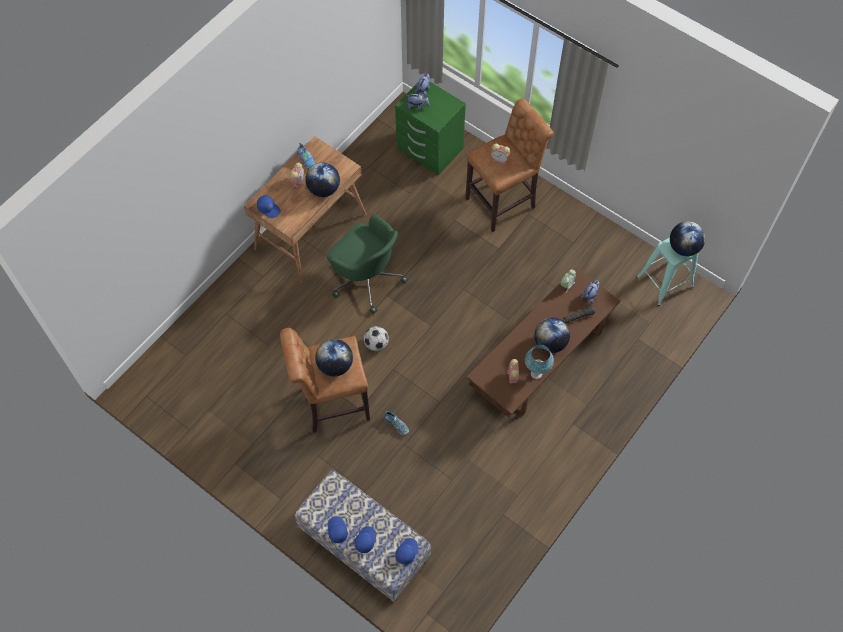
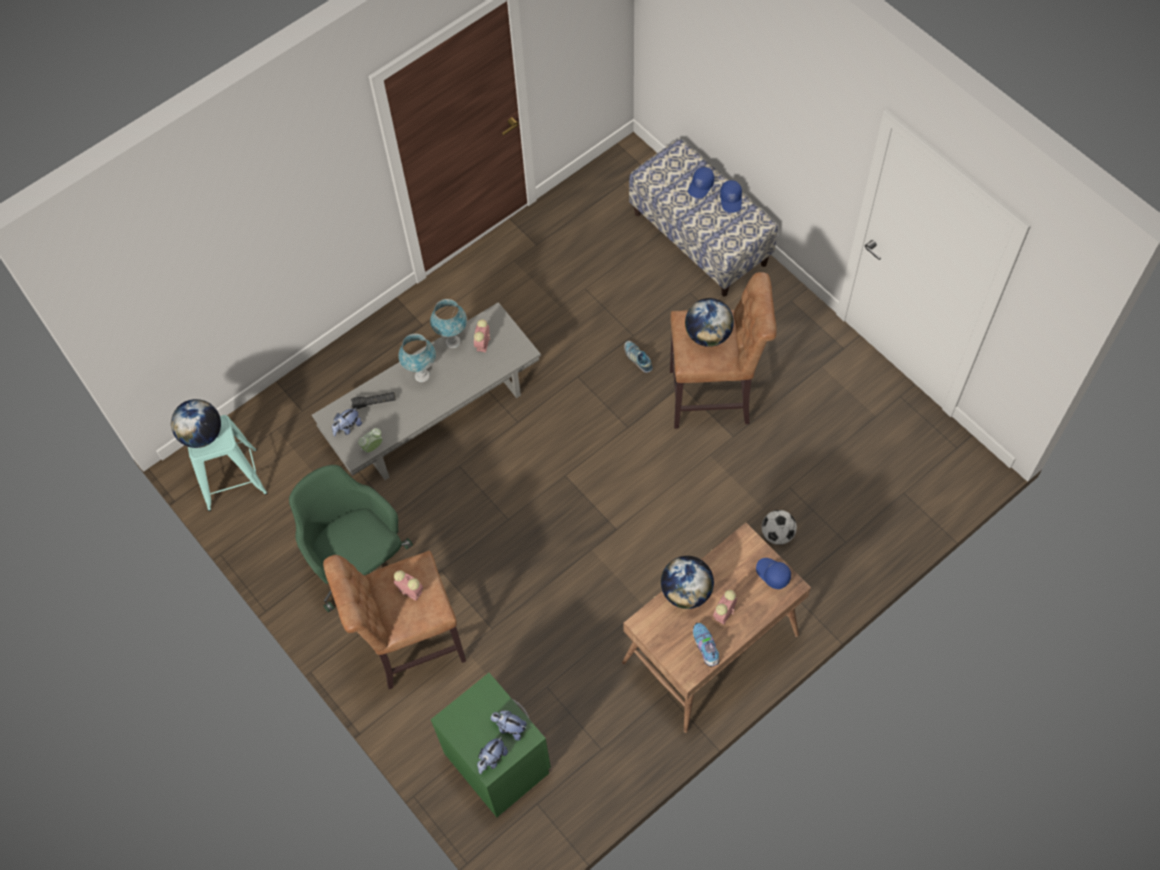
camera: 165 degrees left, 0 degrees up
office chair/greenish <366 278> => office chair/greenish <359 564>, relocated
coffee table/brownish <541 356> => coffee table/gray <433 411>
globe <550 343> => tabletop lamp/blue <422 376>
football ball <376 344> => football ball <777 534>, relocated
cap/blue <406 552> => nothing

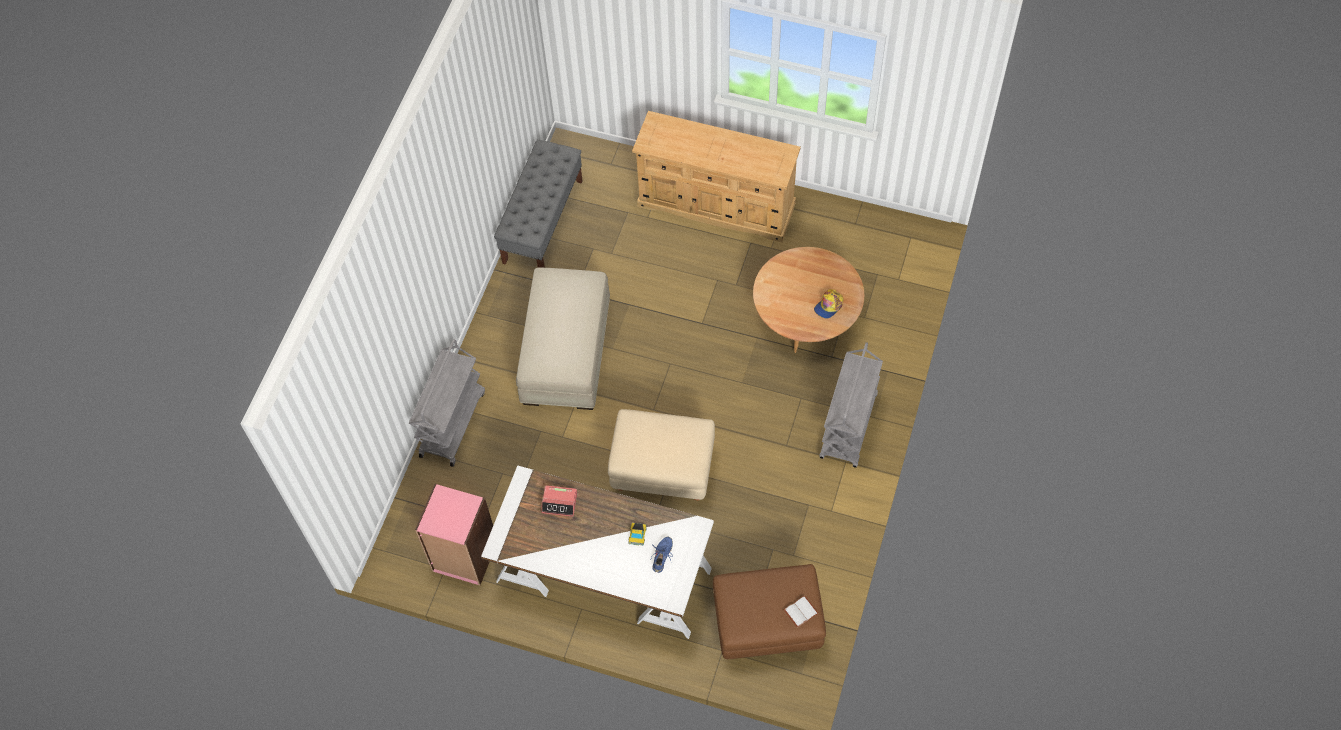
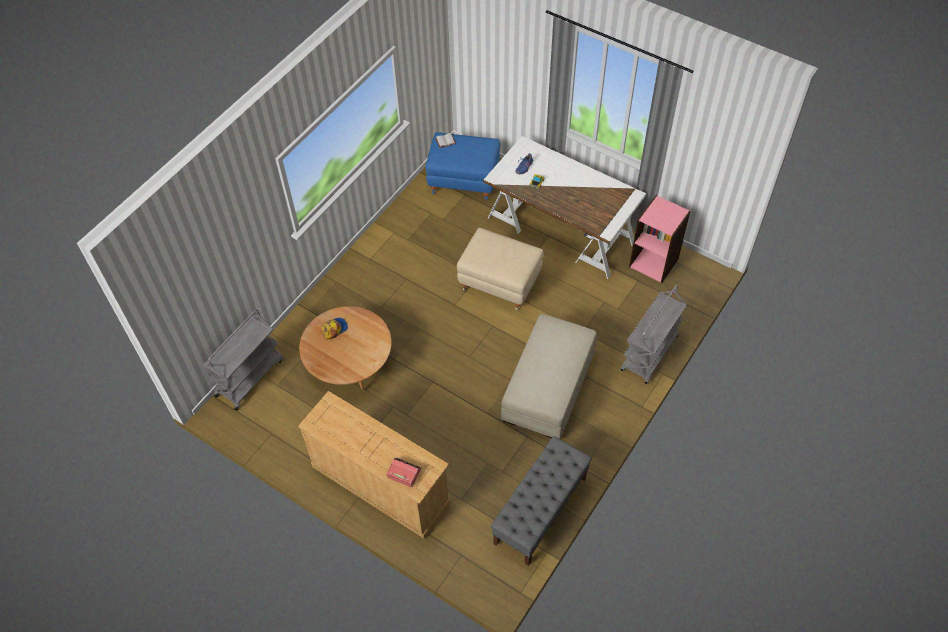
camera: 165 degrees left, 5 degrees down
trolley/gray <849 427> => trolley/gray <249 377>, relocated
bedside clock <560 503> => bedside clock <403 473>, relocated
pouffe/brownish <766 627> => pouffe/blue <464 180>

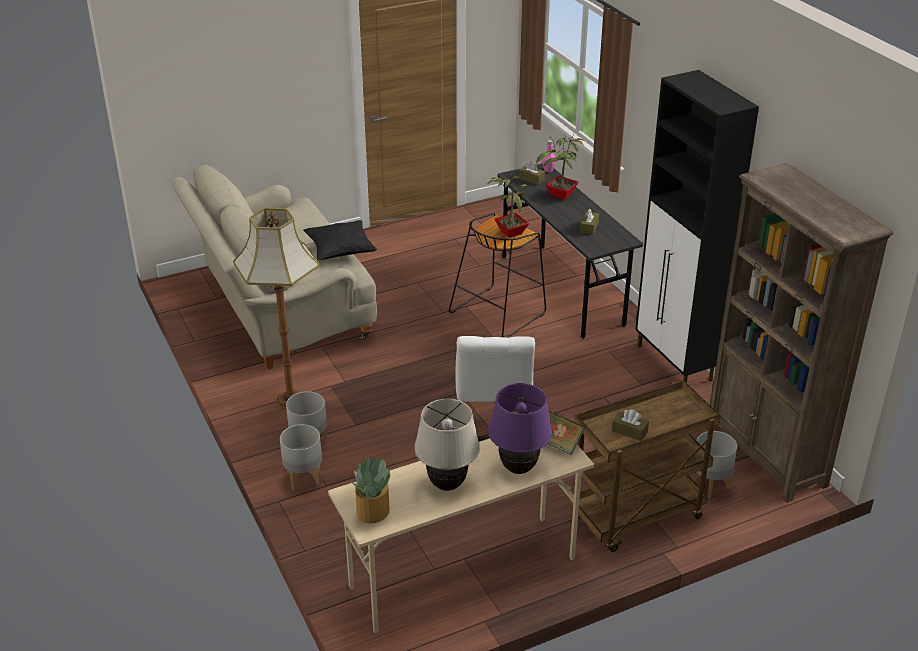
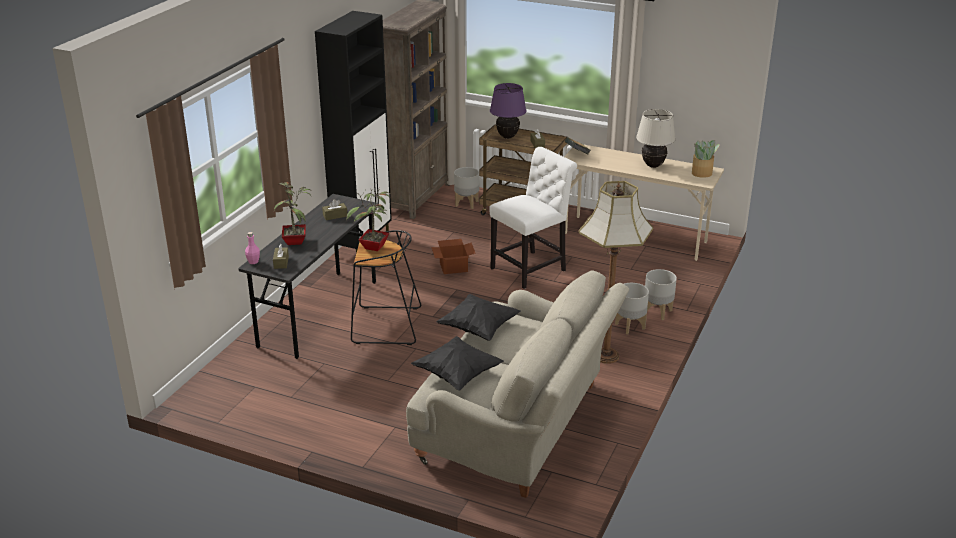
camera: 130 degrees left, 5 degrees down
nothing => throw pillow/black-coloured <457 375>
nothing => packing box <454 266>
tabletop lamp/purple-coloured <518 468> => tabletop lamp/purple-coloured <507 136>, relocated

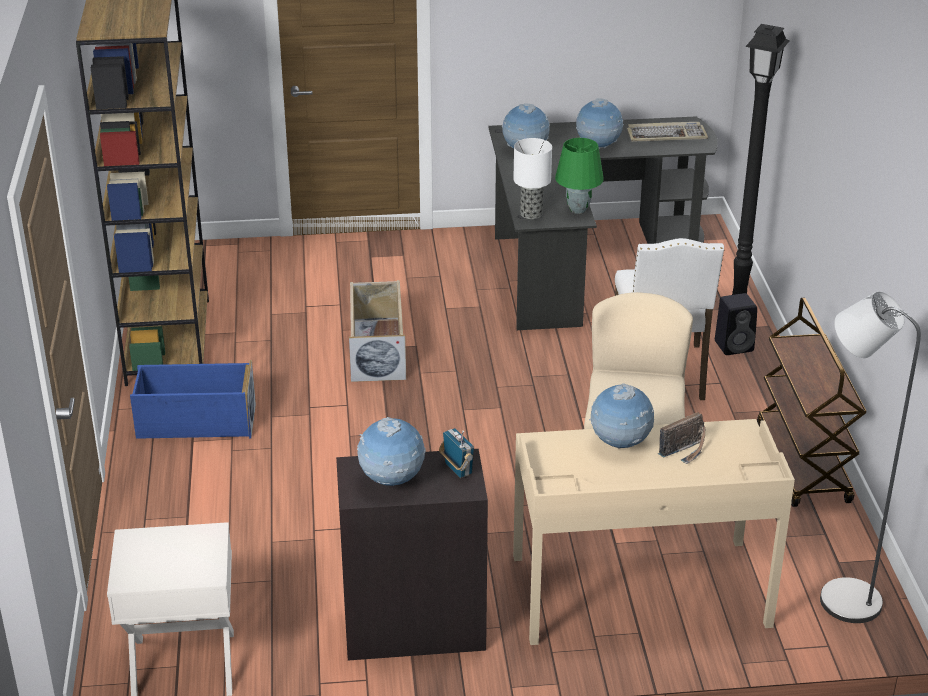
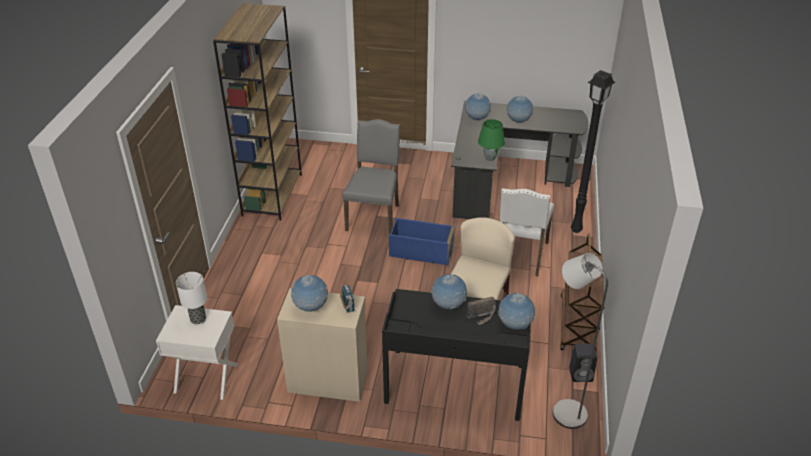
camera: 15 degrees right, 5 degrees up
tabletop lamp <530 214> => tabletop lamp <197 319>, relocated
cabinet/black-coloured <413 627> => cabinet/sand-coloured <327 380>
storage box/sand-coloured <377 350> => plain chair/gray <374 216>
desk unit/sand-coloured <640 592> => desk unit/black-coloured <455 384>
storage box/blue <195 422> => storage box/blue <421 252>, relocated
nothing => globe <514 325>
loudspeaker/black-coloured <735 346> => loudspeaker/black-coloured <581 374>, relocated
keyboard <666 135> => nothing

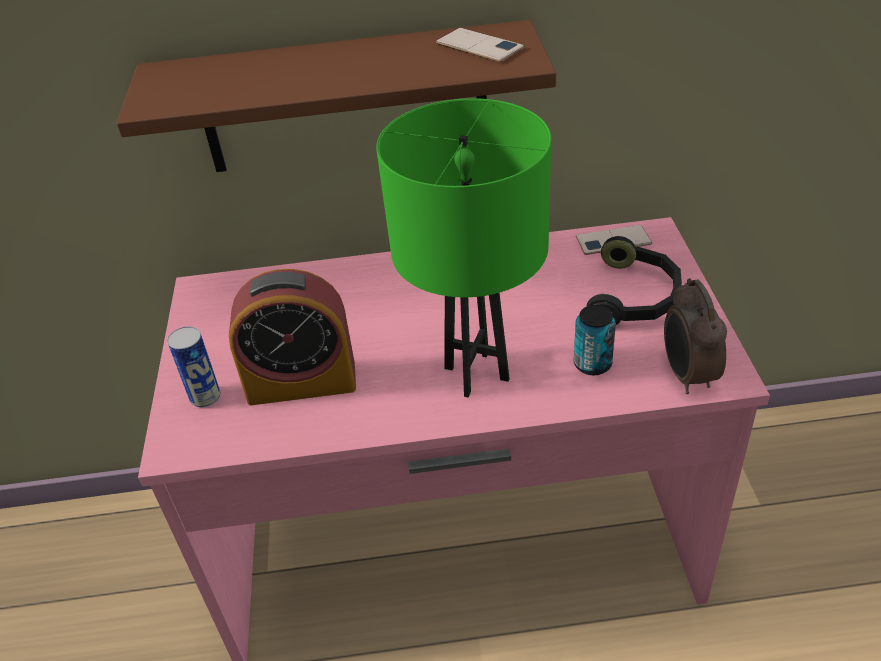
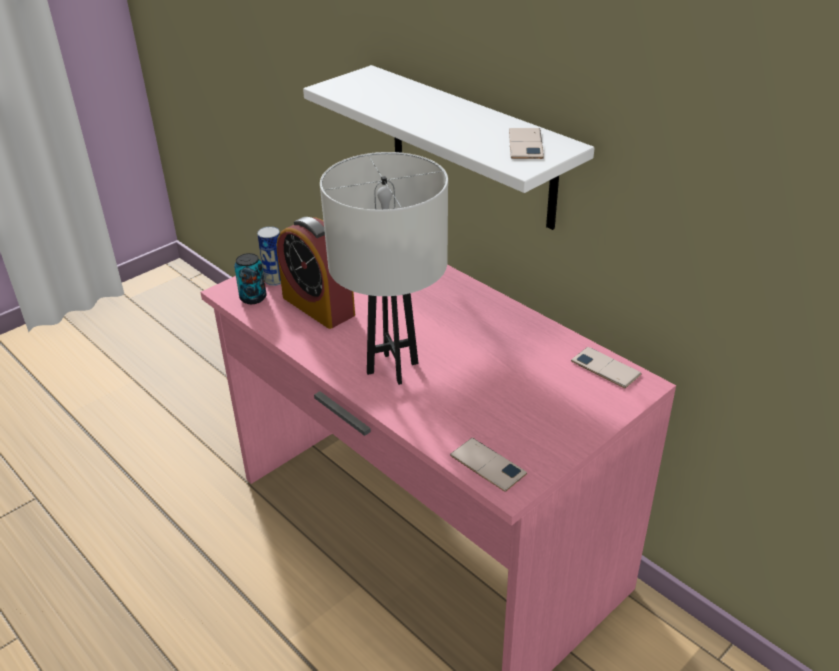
camera: 50 degrees right, 5 degrees down
metal can <592 364> => metal can <253 298>, relocated
bracket shelf/brownish <344 100> => bracket shelf/whitish <471 147>
tabletop lamp/greenish <476 373> => tabletop lamp/whitish <393 367>
bedside clock <686 376> => handset <488 465>
headset/black-coloured <635 297> => nothing

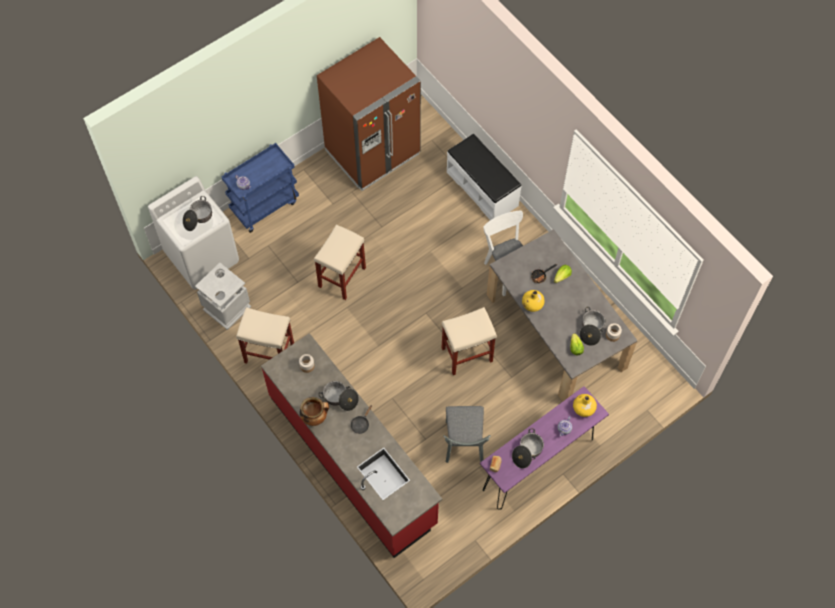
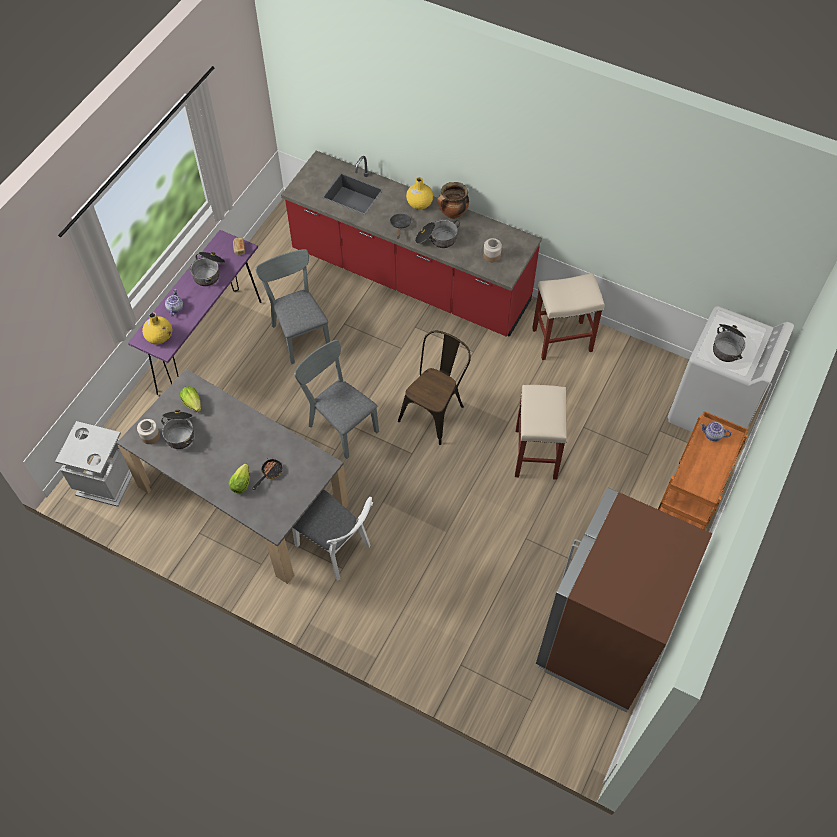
camera: 155 degrees right, 5 degrees down
rubbish bin/gray <227 308> => rubbish bin/gray <106 481>, relocated
stool seat/sand-coloured <466 355> => plain chair/gray <340 425>
nothing => plain chair/brownish <435 411>
vase/yellow <532 304> => vase/yellow <419 203>, relocated
trolley/blue <265 205> => trolley/orangey <688 503>
bench/whitish <482 188> => nothing

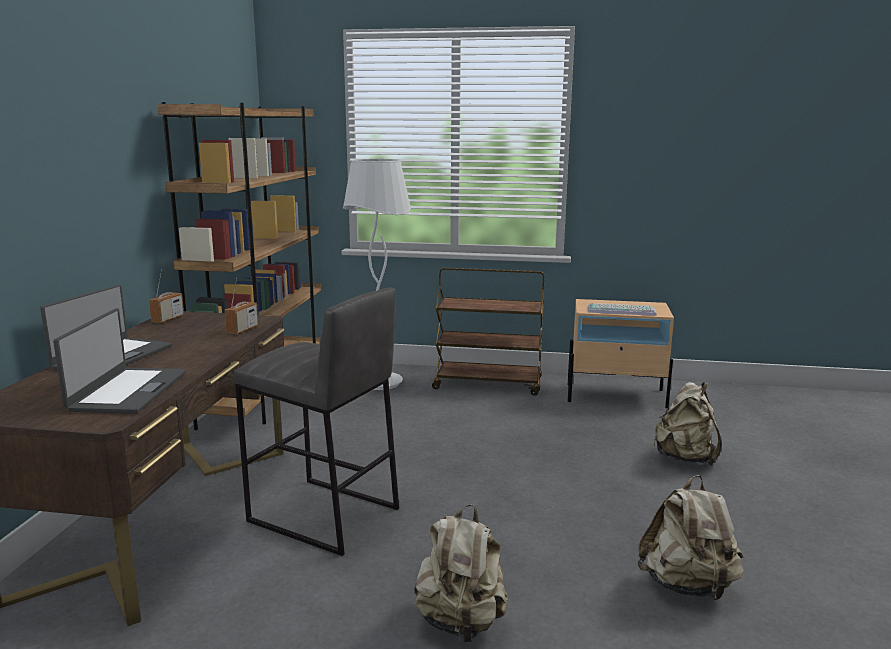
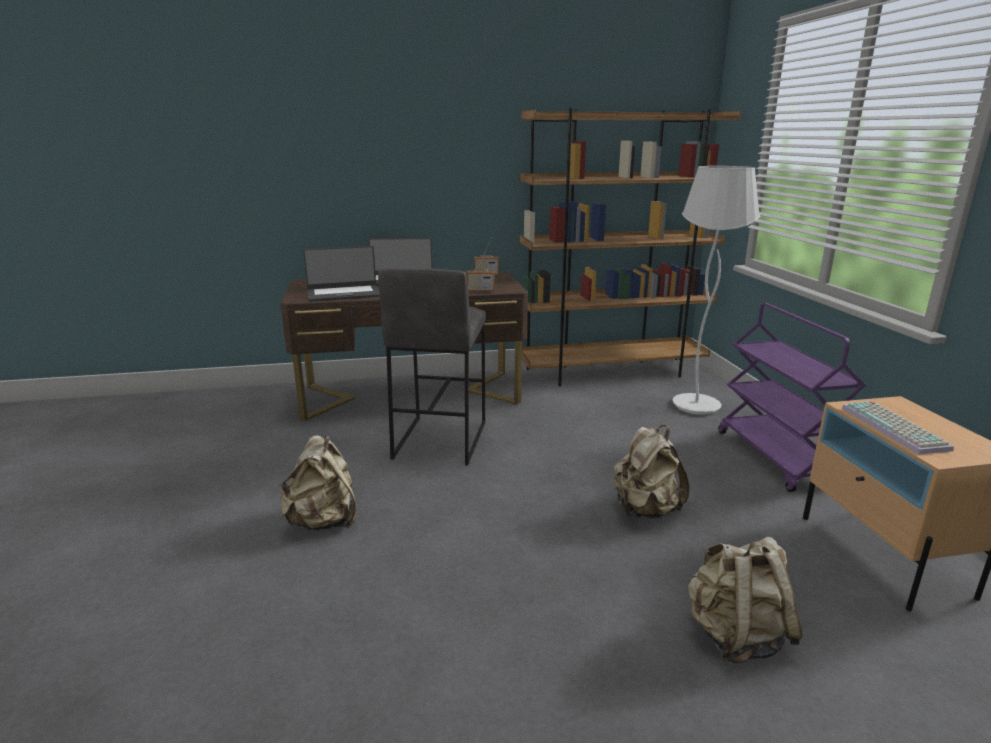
camera: 70 degrees right, 5 degrees up
knapsack/sand-coloured <687 586> => knapsack/sand-coloured <645 510>, relocated
trolley/brownish <488 384> => trolley/purple-coloured <777 458>

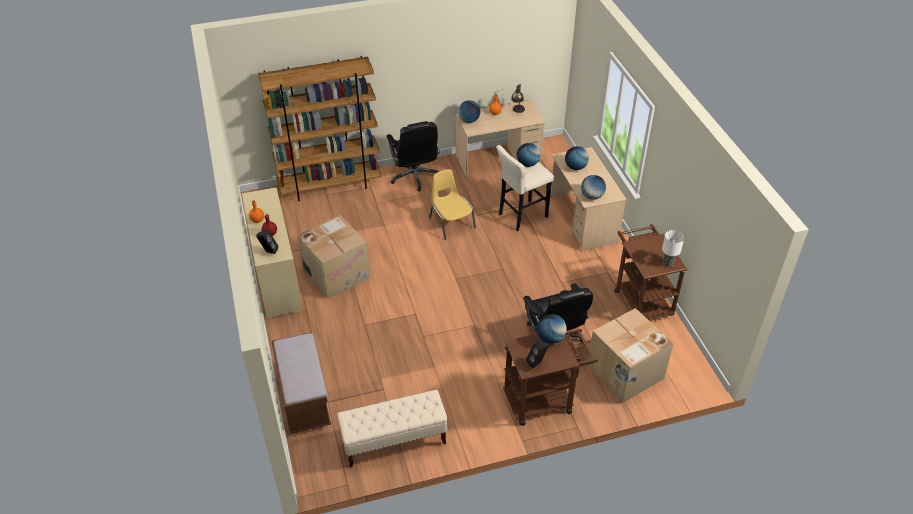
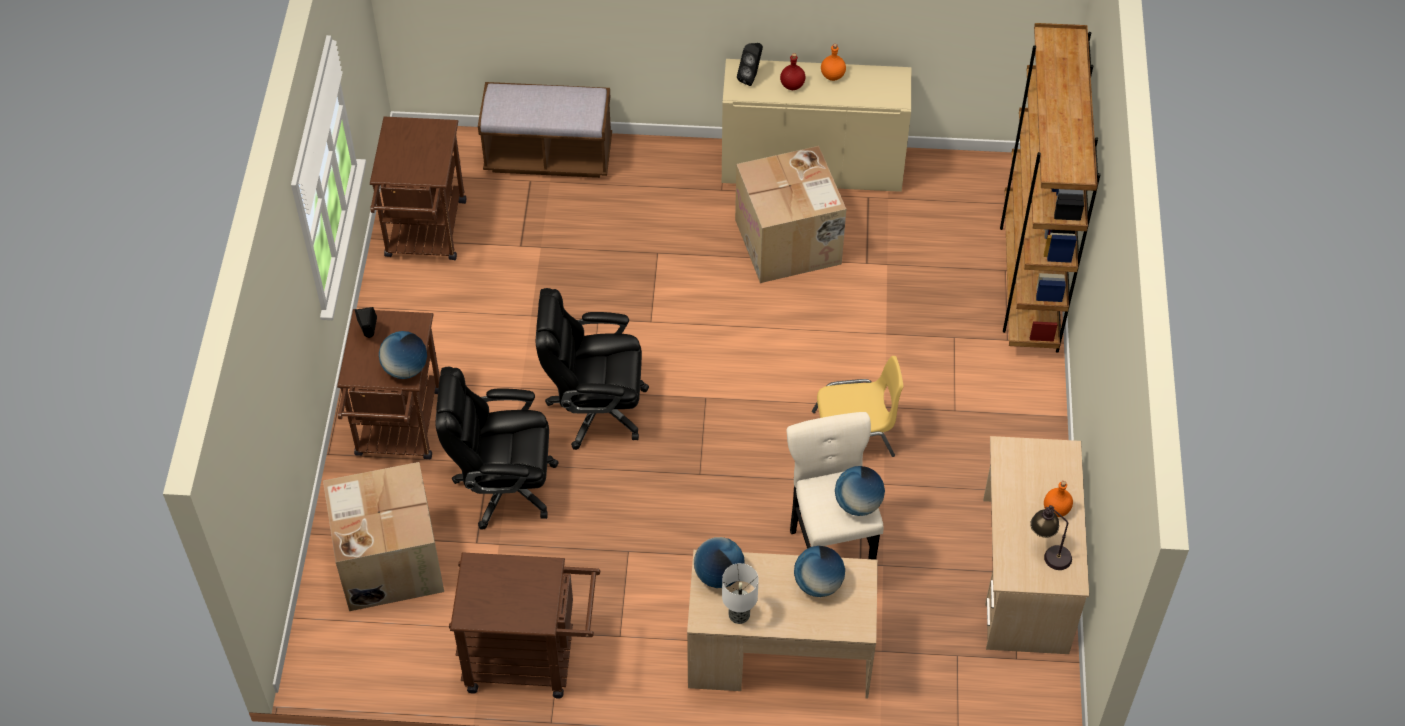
camera: 110 degrees right, 10 degrees up
bench/sand-coloured <394 441> => trolley/brownish <425 235>
office chair/black-coloured <414 176> => office chair/black-coloured <595 409>, relocated
tabletop lamp <667 263> => tabletop lamp <739 614>, relocated
globe <469 120> => nothing

